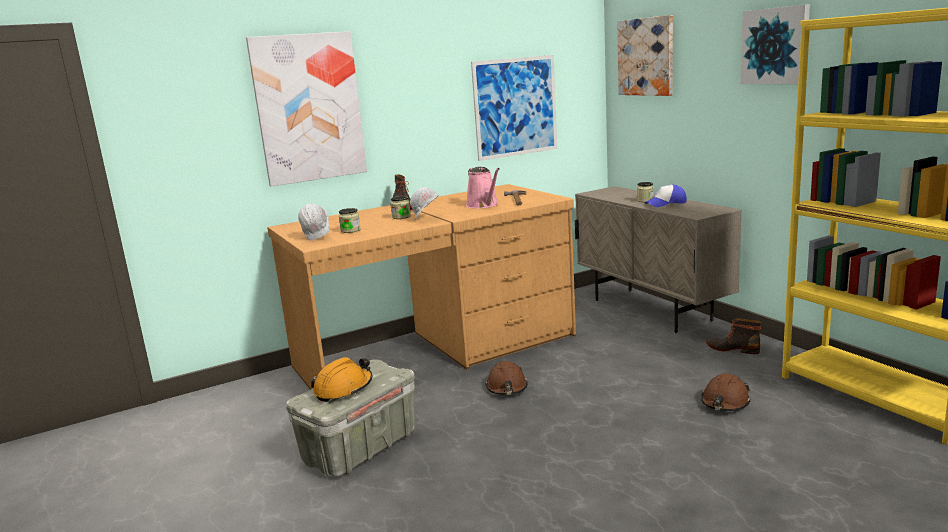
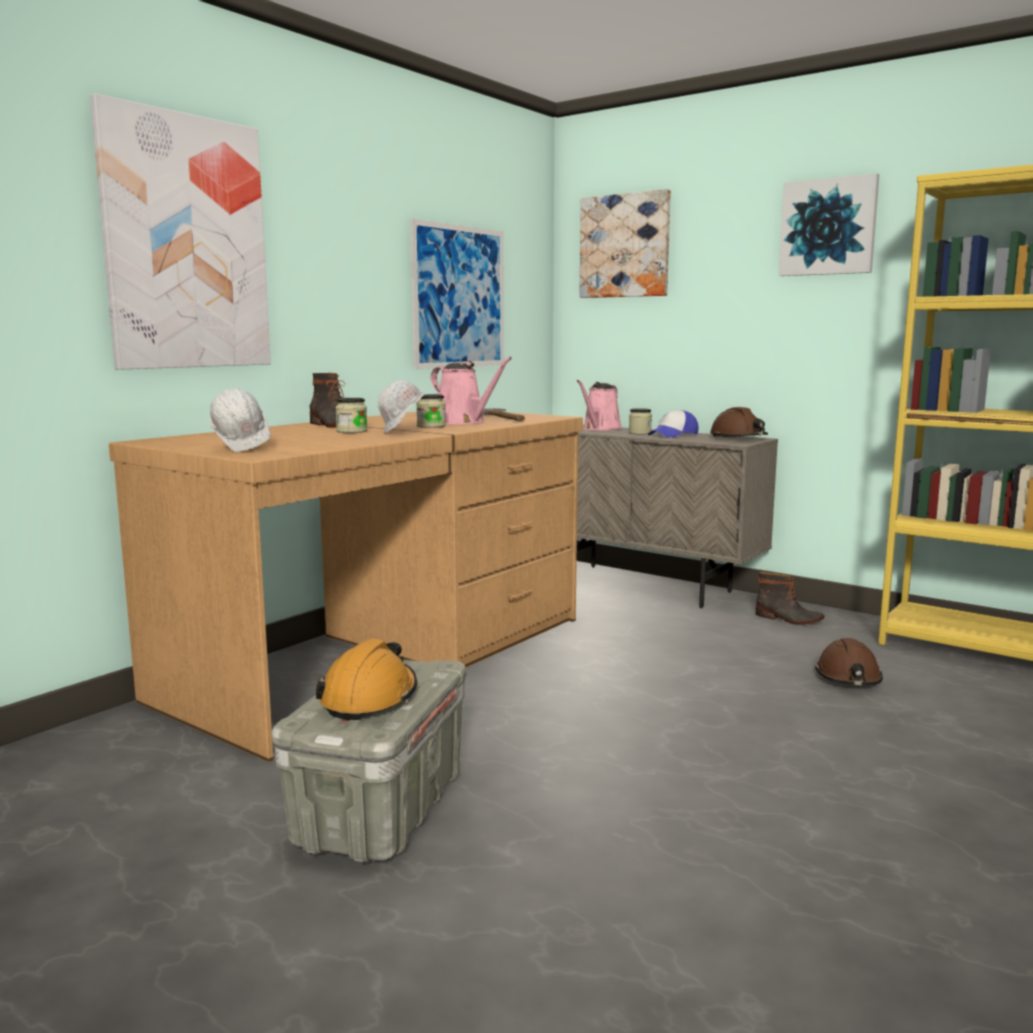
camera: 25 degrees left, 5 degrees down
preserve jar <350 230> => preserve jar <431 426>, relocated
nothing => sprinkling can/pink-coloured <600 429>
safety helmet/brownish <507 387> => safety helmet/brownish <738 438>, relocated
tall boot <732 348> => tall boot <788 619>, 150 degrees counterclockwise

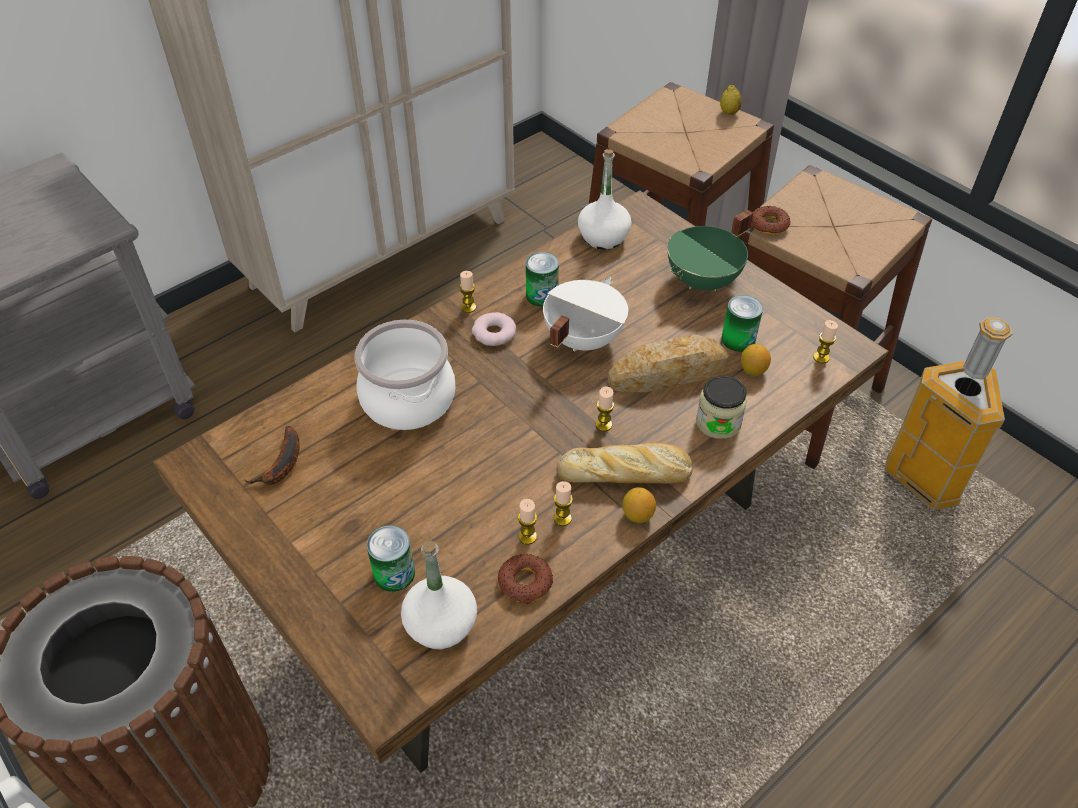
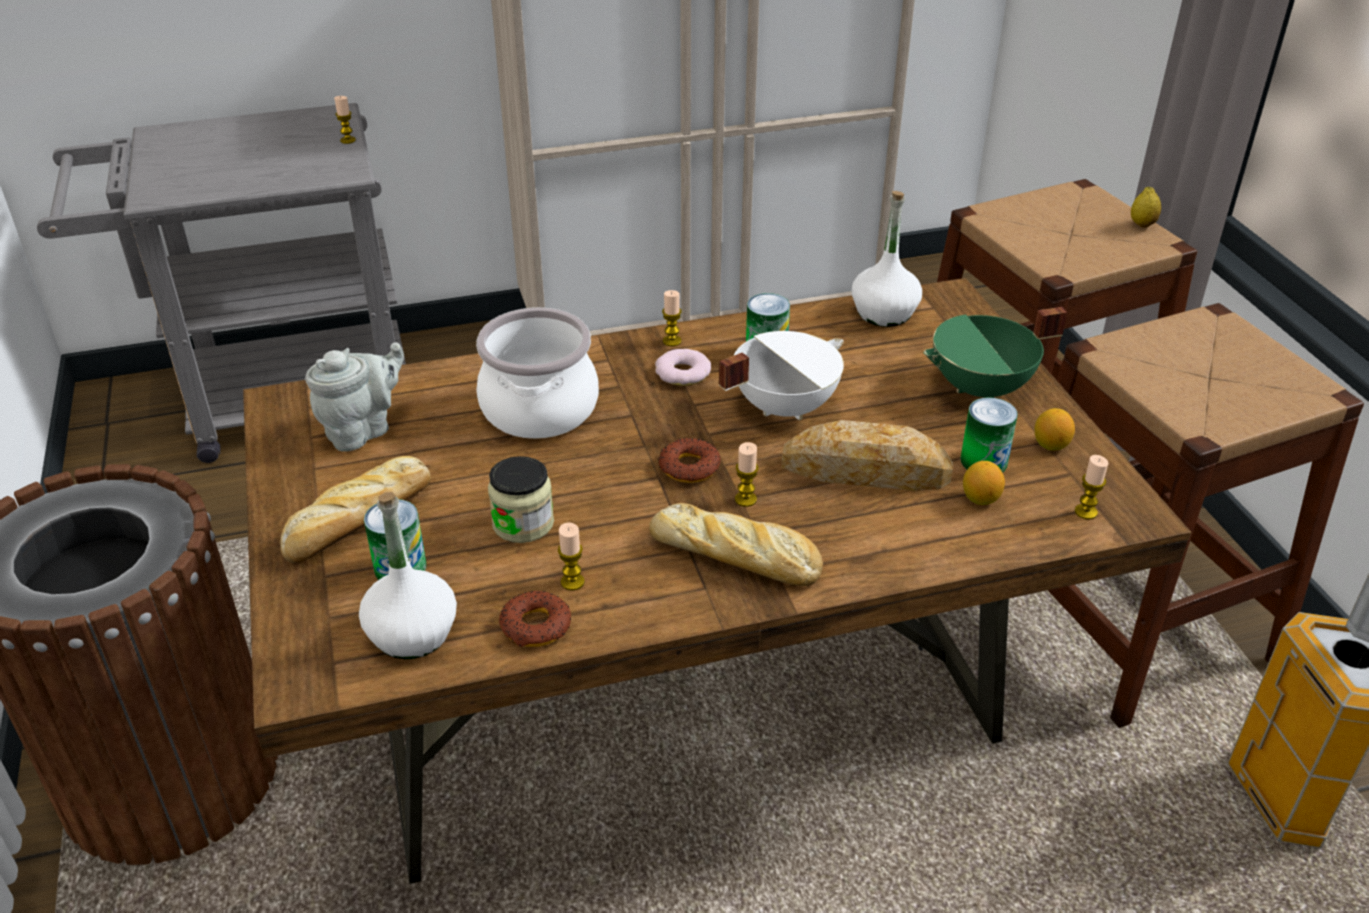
camera: 25 degrees right, 10 degrees down
nothing => bakery bread <357 521>
whole banana <282 465> => teapot/gray <363 430>
candle <562 518> => candle <348 140>, relocated
preserve jar <718 422> => preserve jar <523 523>, relocated
ring doughnut <768 225> => ring doughnut <689 467>, relocated
whole lemon <637 515> => whole lemon <1050 445>, relocated

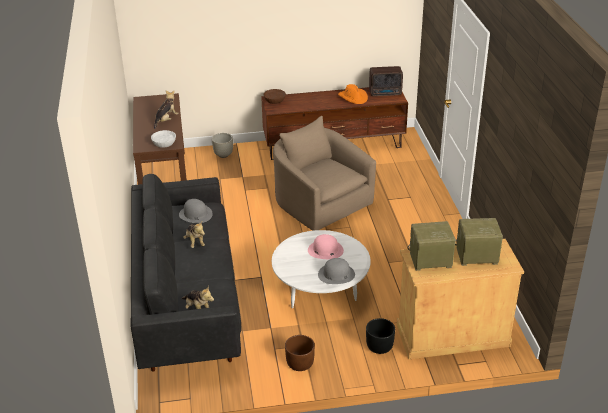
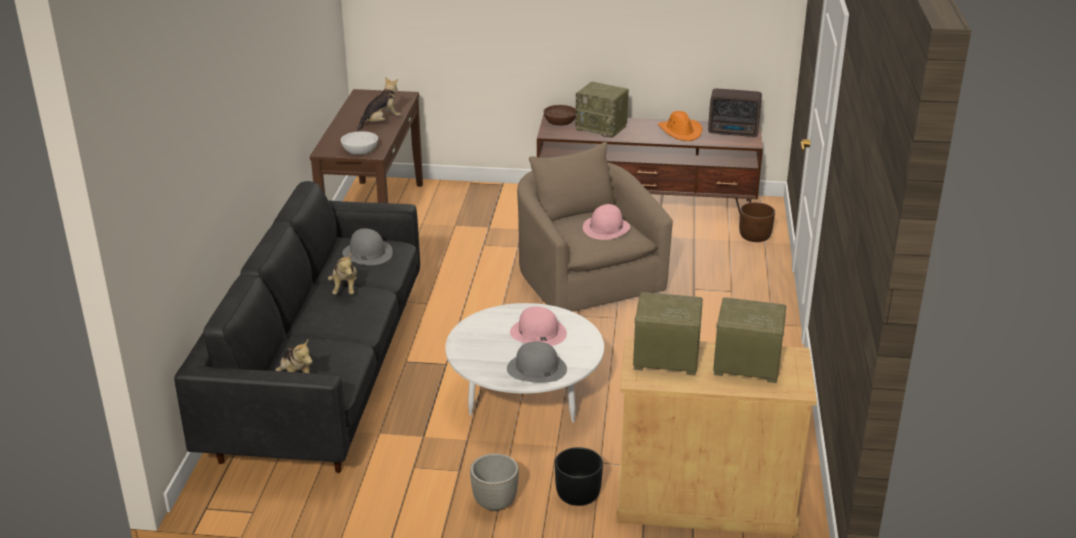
camera: 15 degrees right, 5 degrees down
flower pot/gray <223 155> => flower pot/gray <495 503>, relocated
nothing => radio <602 128>
nothing => clothing hat/pink-coloured <606 228>
flower pot/brownish <300 363> => flower pot/brownish <754 237>, relocated

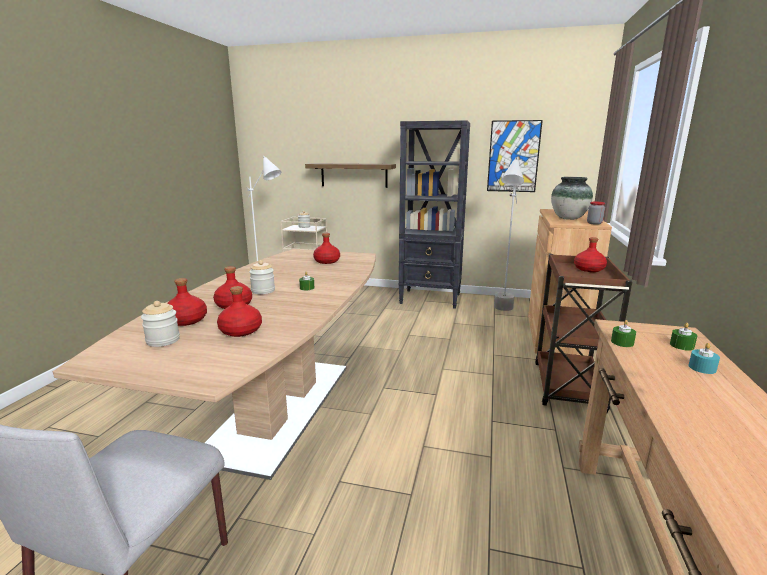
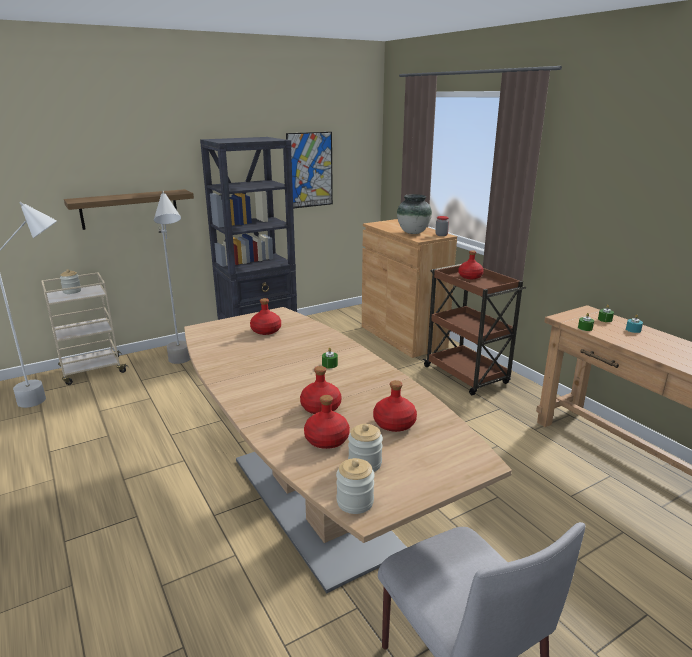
camera: 45 degrees left, 5 degrees up
floor lamp/gray <502 312> => floor lamp/gray <183 366>, relocated
preserve jar <263 291> => preserve jar <355 502>, relocated

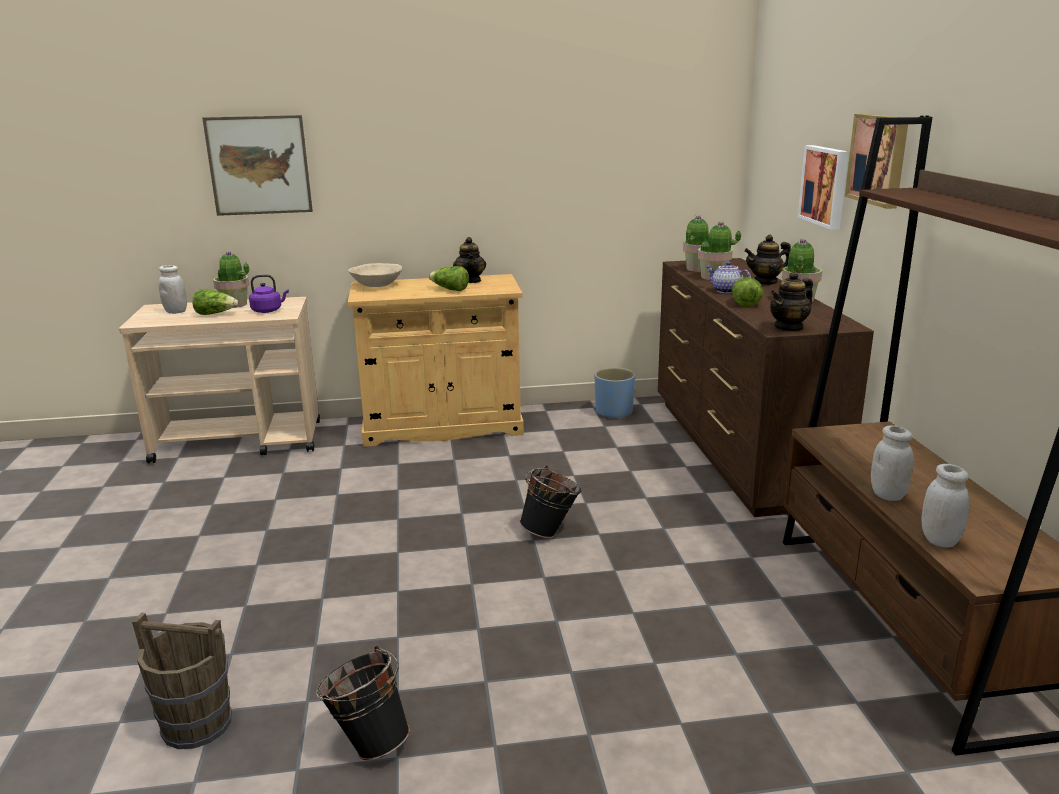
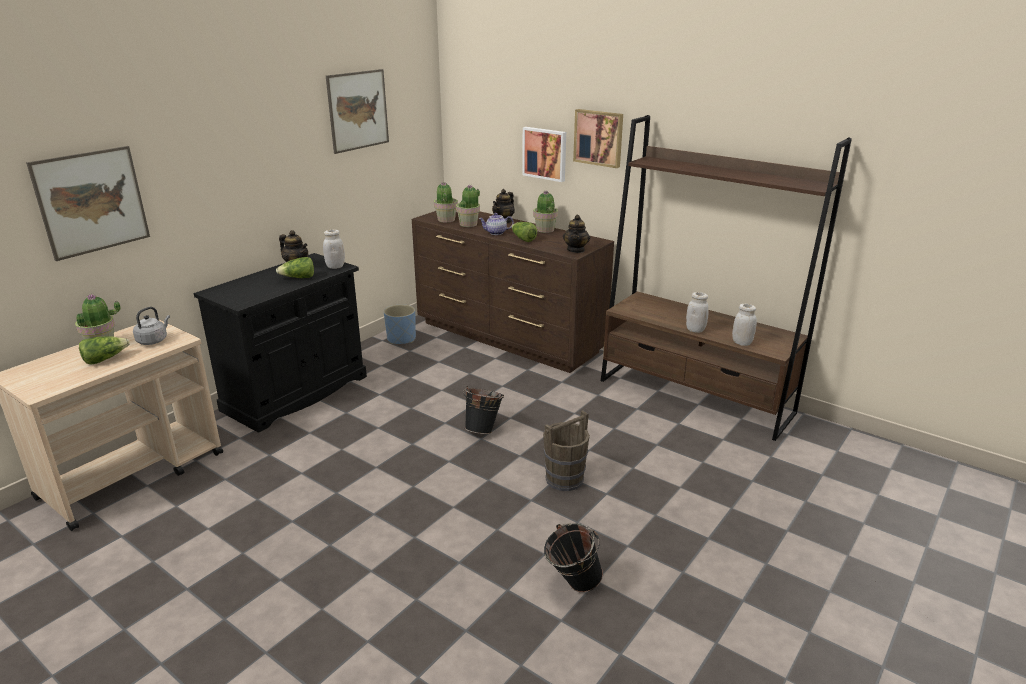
camera: 45 degrees left, 5 degrees up
kettle/purple-coloured <268 310> => kettle/gray <153 340>
cabinet/sand-coloured <442 426> => cabinet/black-coloured <296 393>
preserve jar/whitish <176 312> => preserve jar/whitish <335 266>, relocated
nothing => picture <358 110>
bucket/brownish <197 724> => bucket/brownish <565 479>, relocated
serving bowl/sand-coloured <376 285> => nothing

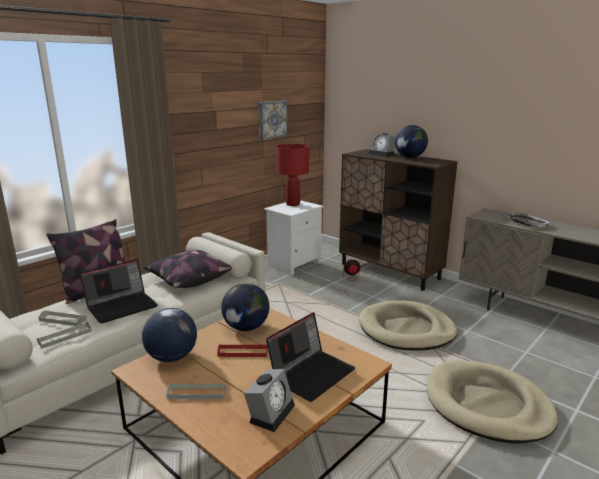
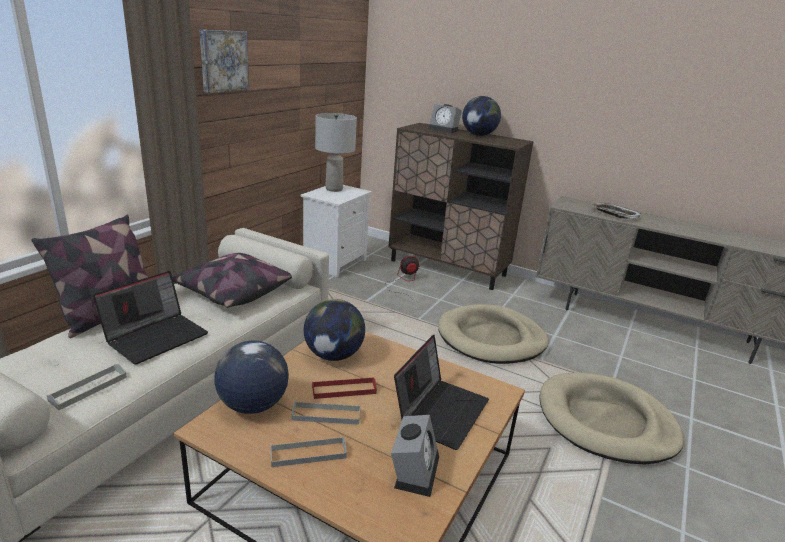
camera: 15 degrees left, 5 degrees up
picture <271 119> => picture <223 61>, relocated
tray/gray <63 320> => tray/gray <326 415>, relocated
tabletop lamp/red-coloured <292 204> => tabletop lamp/gray <334 189>

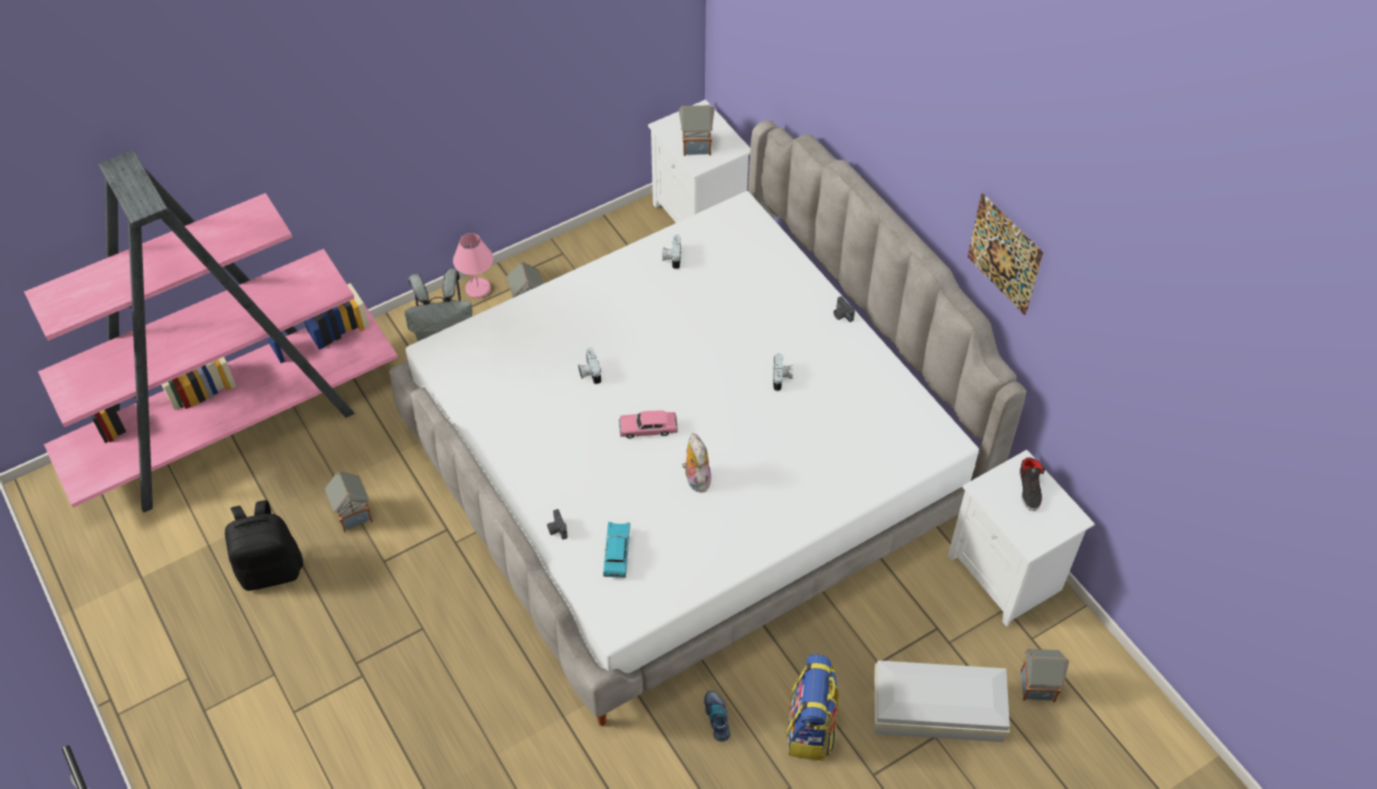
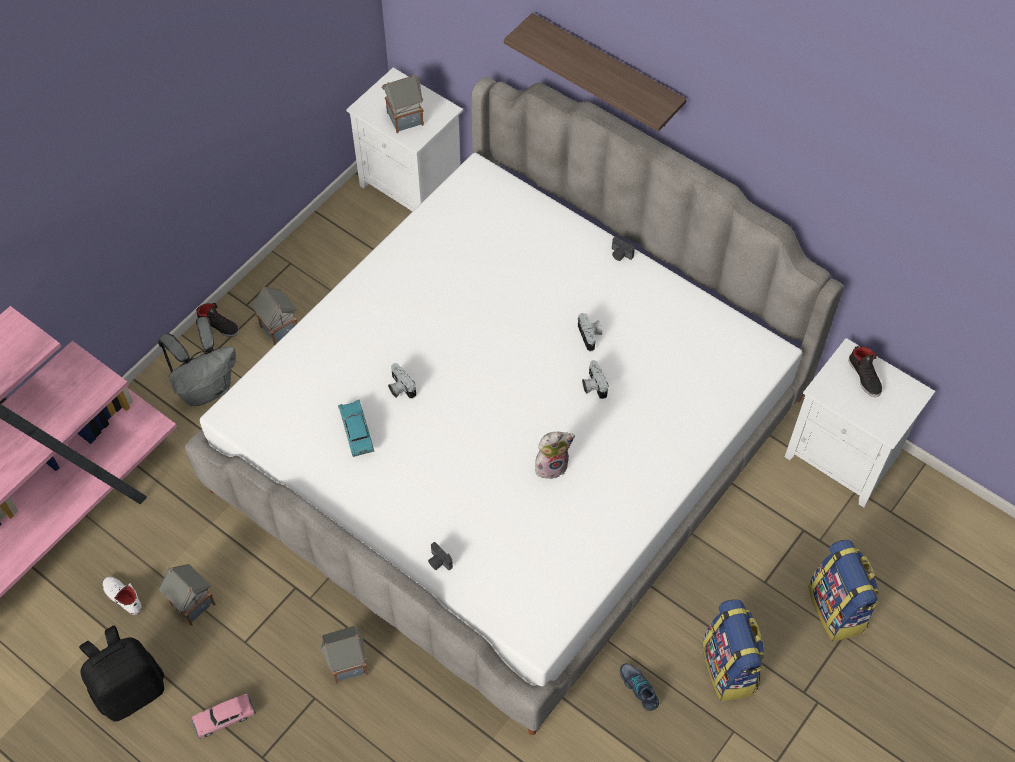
camera: 20 degrees left, 5 degrees up
nothing => low shoe/whitish <122 597>
model car/pink-coloured <648 429> => model car/pink-coloured <224 718>, relocated
tabletop lamp/pink-coloured <478 288> => low shoe/black-coloured <219 325>
toy house <1036 686> => toy house <347 664>, relocated
model car/turquoise-coloured <617 553> => model car/turquoise-coloured <356 432>, relocated
nothing => bracket shelf <606 73>
plush toy <695 478> => plush toy <551 465>, 105 degrees clockwise
still camera <672 257> => still camera <593 385>, relocated
storage box/whitish <940 710> => knapsack <838 609>
picture <1004 254> => nothing

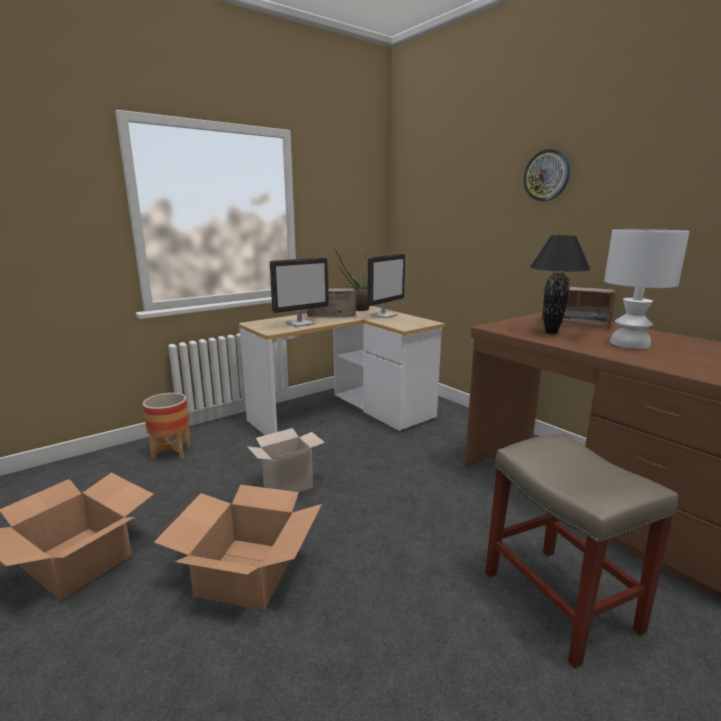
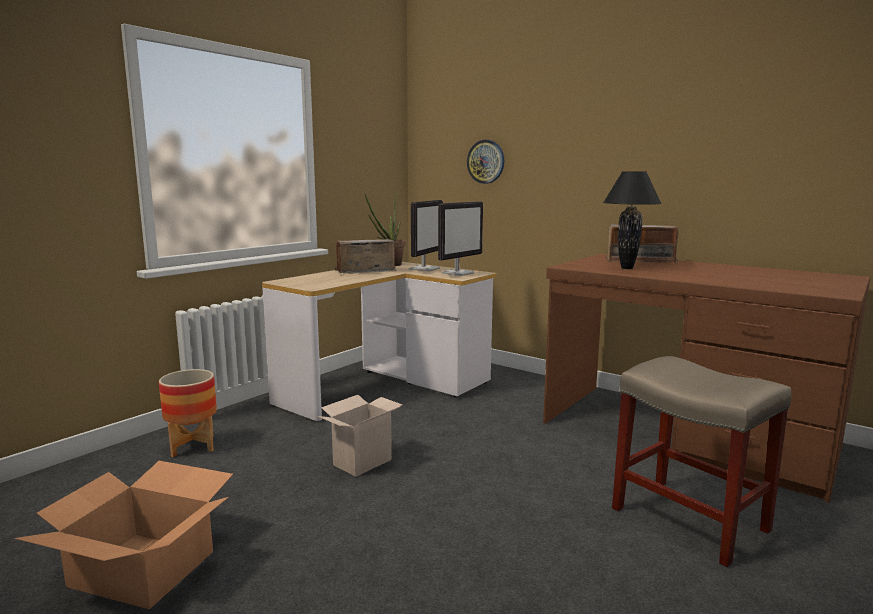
camera: 15 degrees left, 5 degrees down
monitor <300 323> => monitor <458 273>, relocated
wall clock <546 175> => wall clock <486 161>, relocated
packing box <246 572> => nothing
tabletop lamp/whitish <628 344> => nothing

